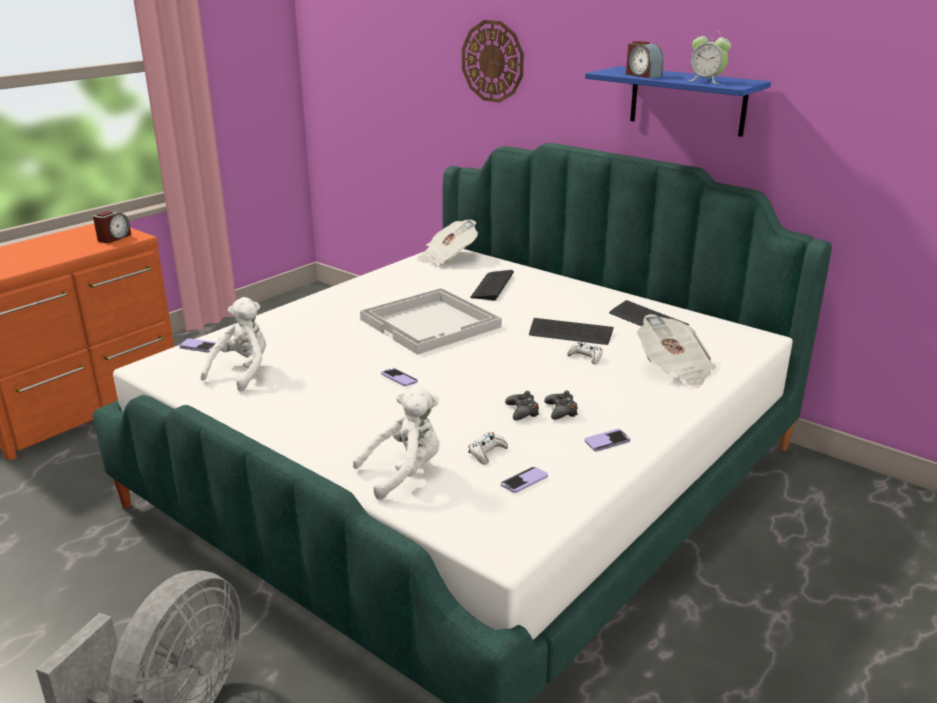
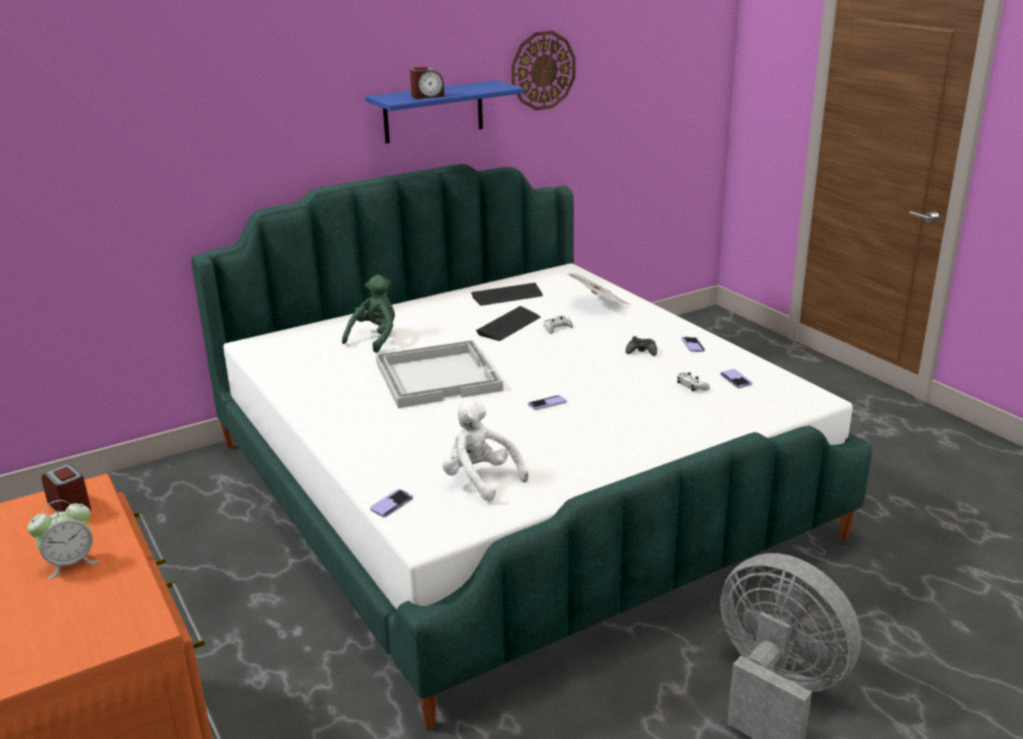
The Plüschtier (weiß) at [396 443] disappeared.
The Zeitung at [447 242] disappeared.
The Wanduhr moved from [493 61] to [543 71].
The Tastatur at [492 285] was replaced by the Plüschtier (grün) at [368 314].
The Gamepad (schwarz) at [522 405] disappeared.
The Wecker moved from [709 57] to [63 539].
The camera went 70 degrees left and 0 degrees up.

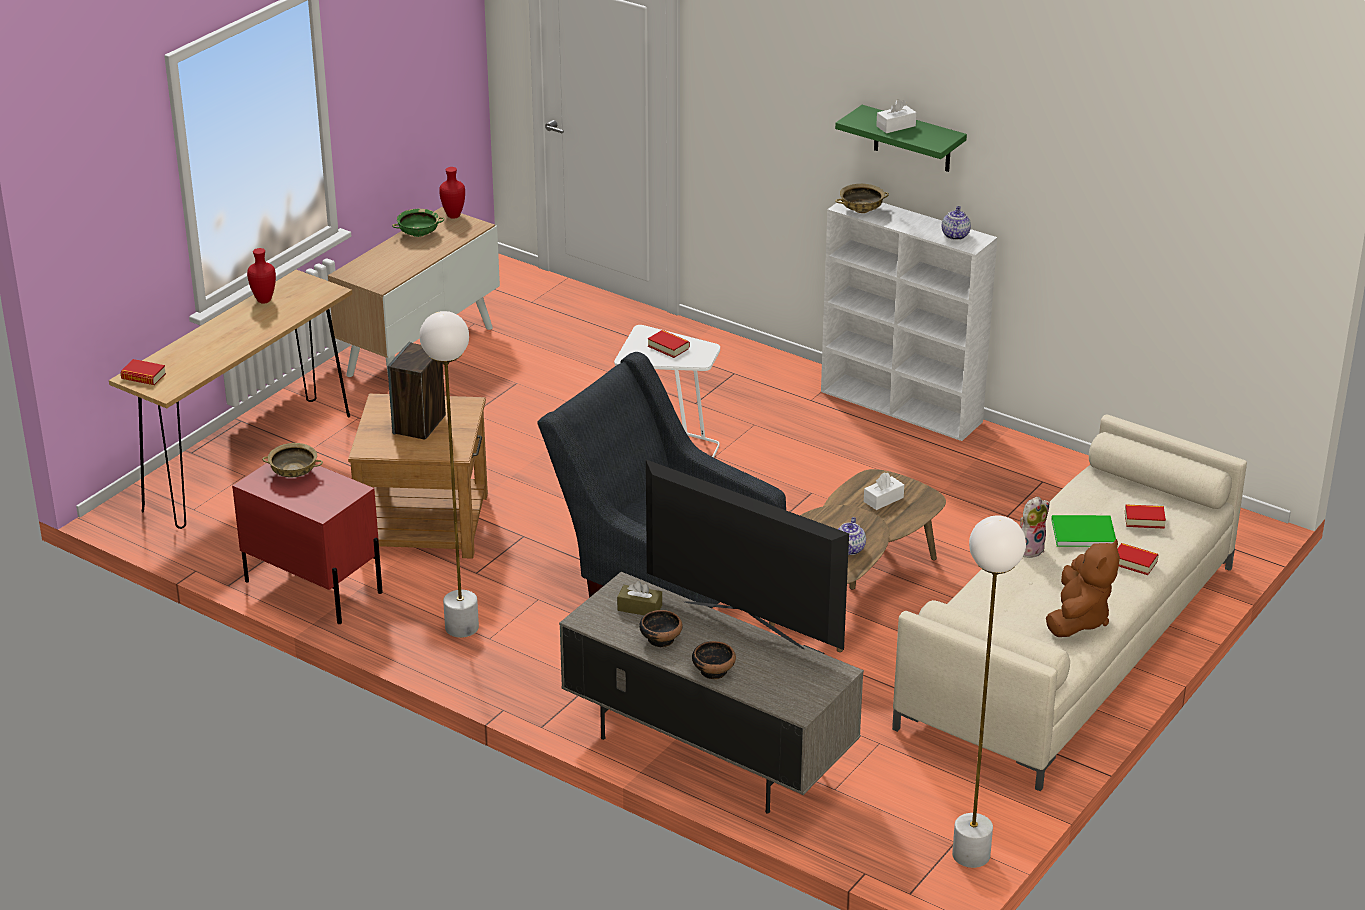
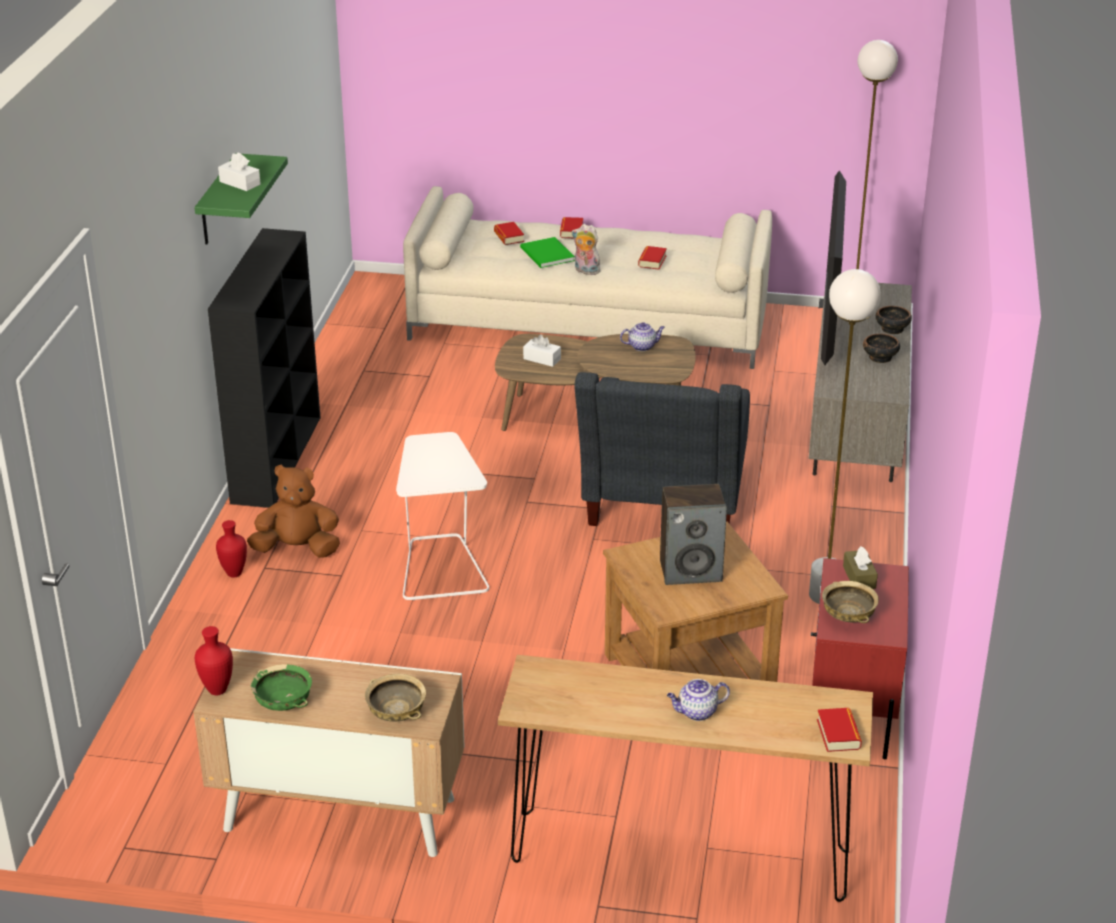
The Vase (rot) moved from [261 275] to [231 549].
The Taschentuchbox (braun) moved from [639 598] to [860 567].
The Buch moved from [669 344] to [652 258].
The Bücherregal (weiß) at [909 321] became the Bücherregal (schwarz) at [264 368].
The Schüssel (beige) moved from [862 198] to [395 698].
The Teekanne moved from [956 223] to [698 700].
The Plüschtier (braun) moved from [1083 588] to [293 511].
The camera went 115 degrees left and 0 degrees up.

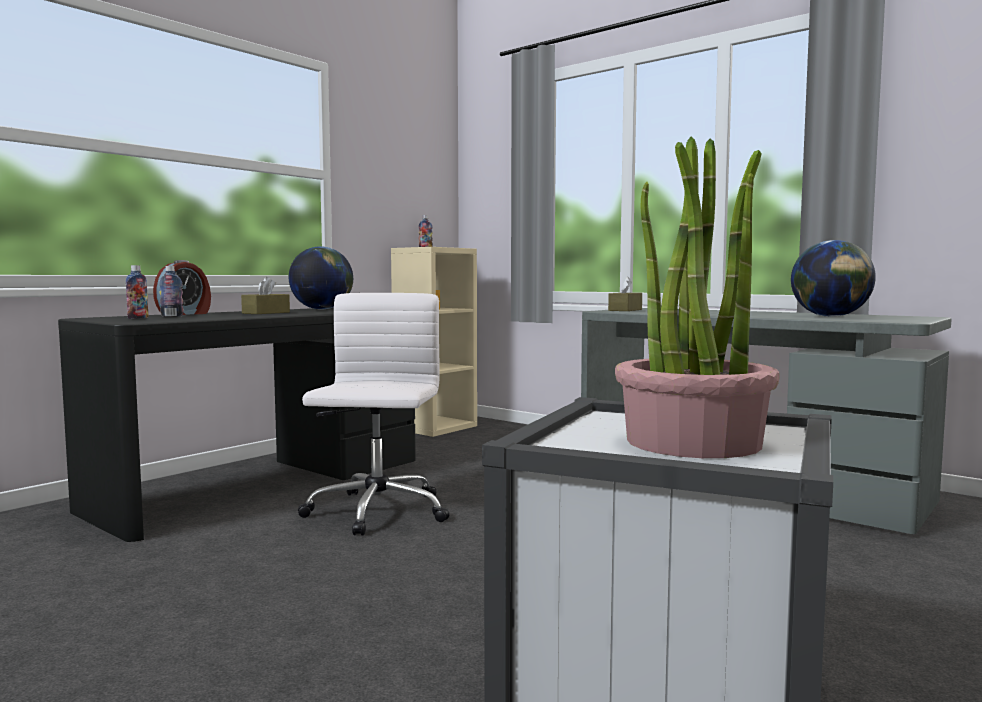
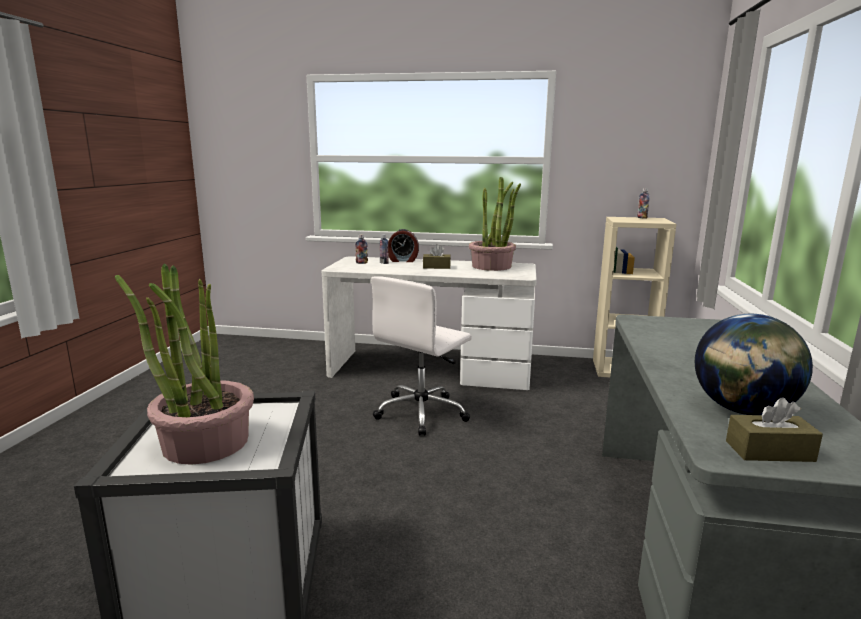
The Schreibtisch (schwarz) at [237 425] became the Schreibtisch (weiß) at [429 323].
The Globus at [321 278] was replaced by the Topfpflanze at [495 224].
The Bürostuhl (weiß) at [374 414] turned 150 degrees clockwise.
The Taschentuchbox (braun) moved from [625 293] to [774 429].
The camera went 60 degrees right and 10 degrees up.

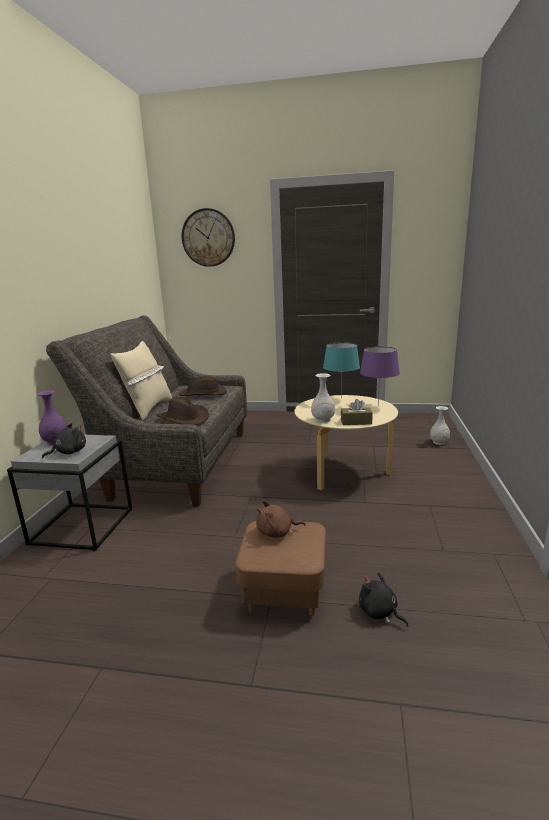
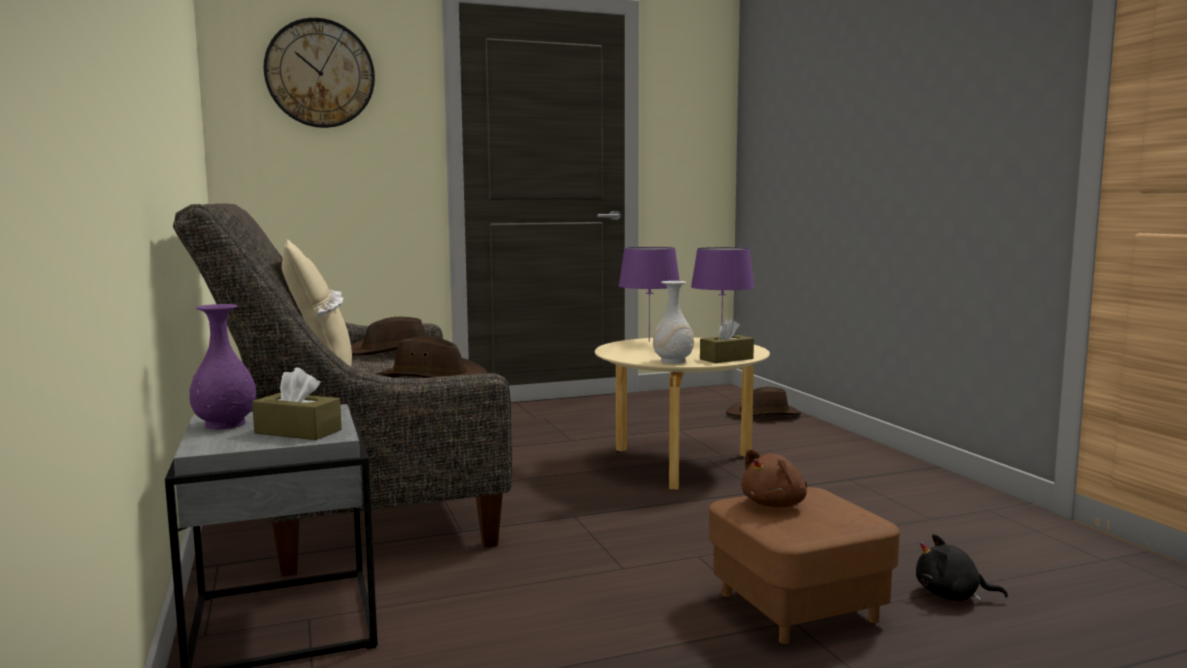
The Plüschtier (schwarz) at [64 441] was replaced by the Taschentuchbox (braun) at [297 403].
The Tischlampe (türkis) at [341 365] became the Tischlampe (lila) at [649 294].
The Vase (weiß) at [440 425] was replaced by the Hut (braun) at [763 402].
The camera went 30 degrees left and 10 degrees down.

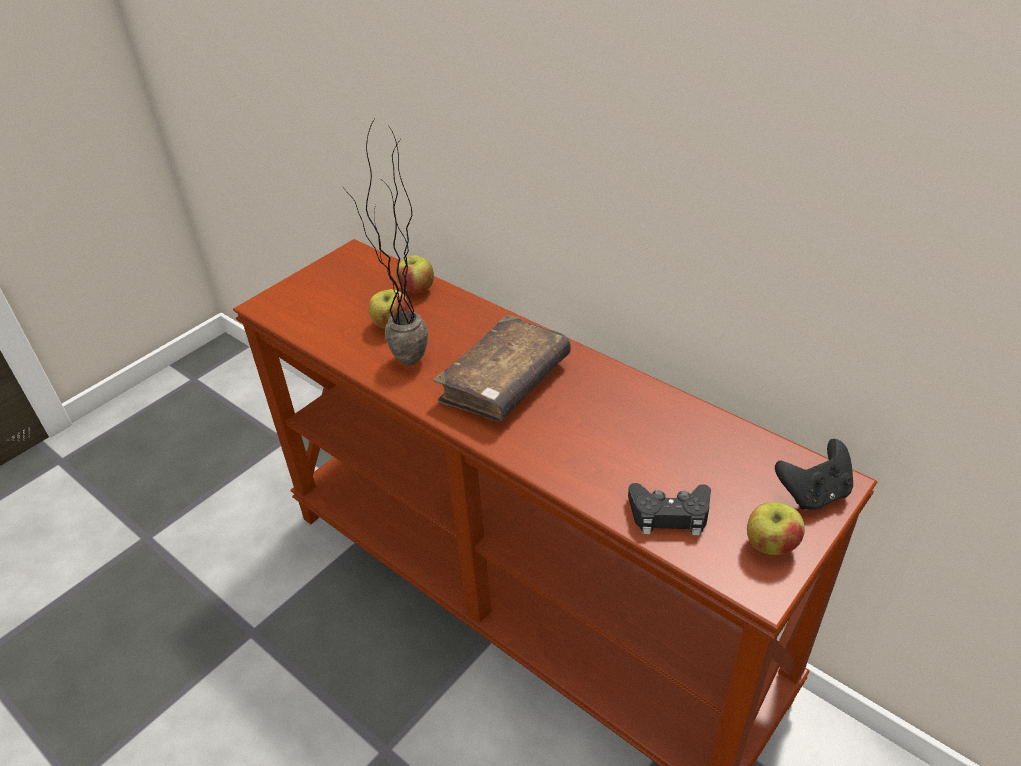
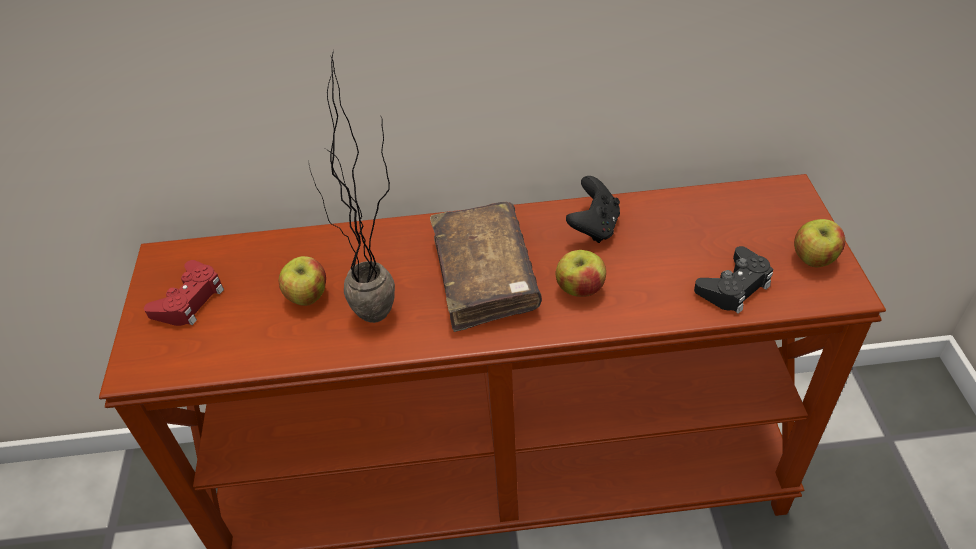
The Apfel moved from [415 274] to [581 273].
The Gamepad (schwarz) moved from [814 474] to [593 209].
The Gamepad (rot) at [184 293] appeared.
The camera went 45 degrees left and 5 degrees up.

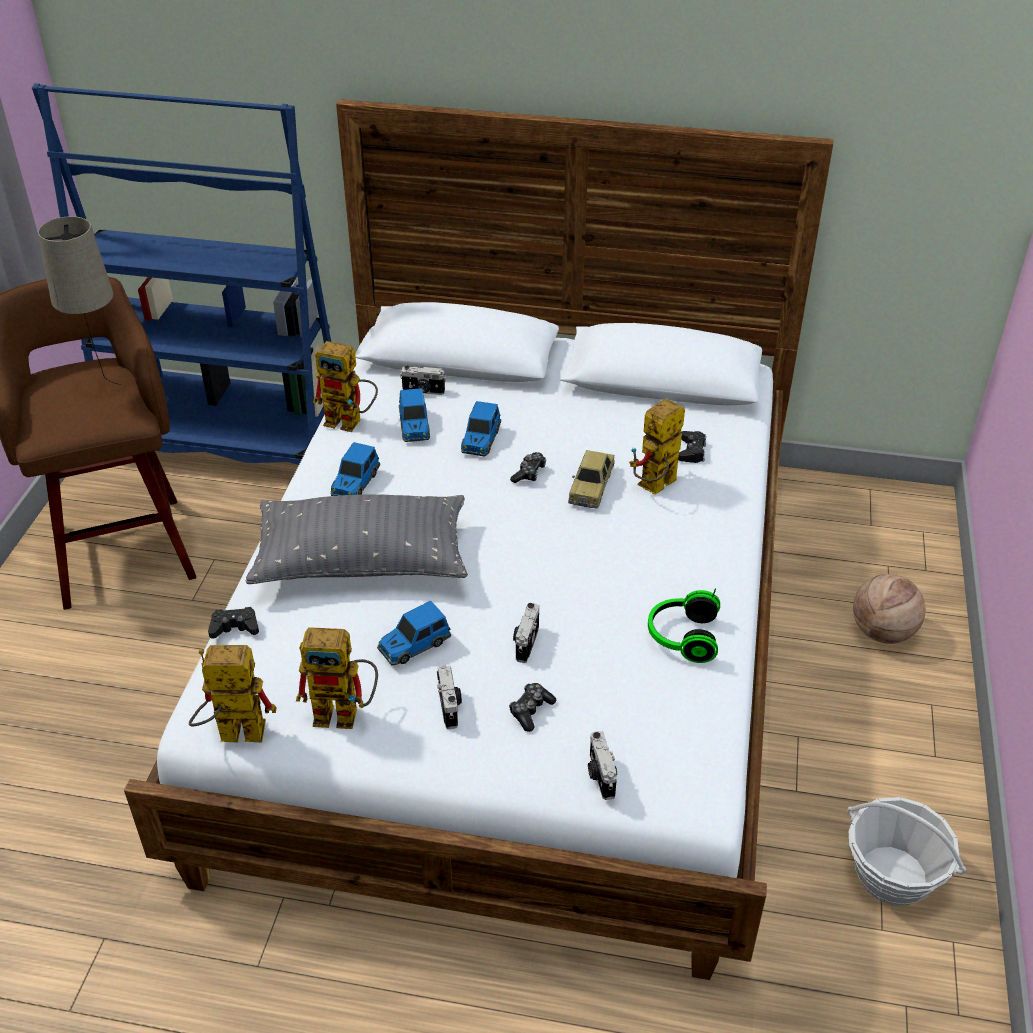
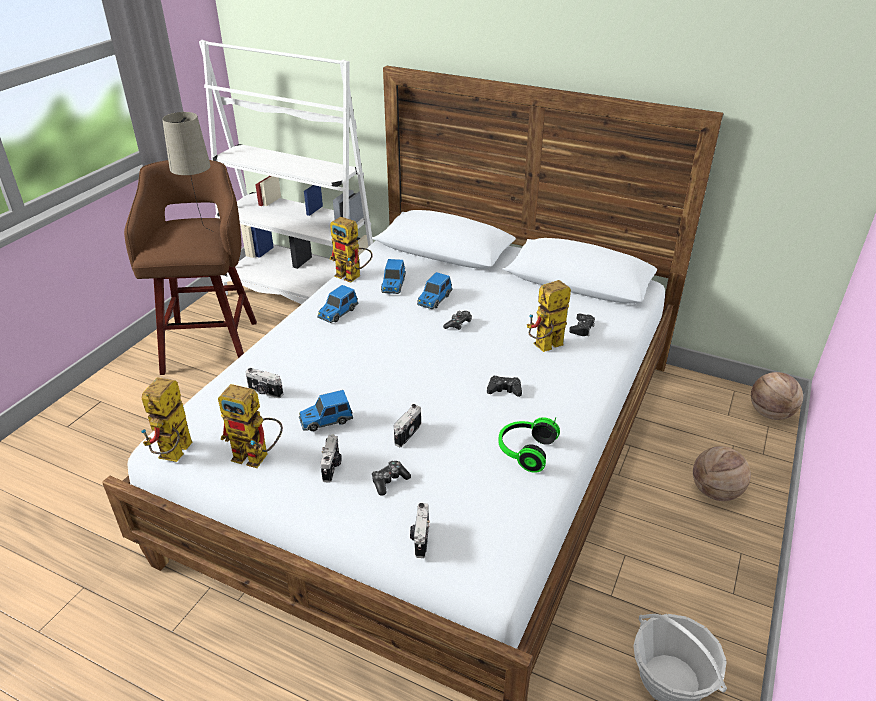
The Bücherregal (blau) at [181 274] became the Bücherregal (weiß) at [286 172].
The Spielzeugroboter at [233 694] turned 90 degrees counterclockwise.
The Gamepad (schwarz) moved from [233 623] to [504 386].
The Kissen (grau) at [356 539] disappeared.
The Kamera moved from [423 380] to [264 383].
The Spielzeugauto at [591 479] disappeared.
The Basketball at [777 396] appeared.
The camera went 15 degrees right and 5 degrees down.

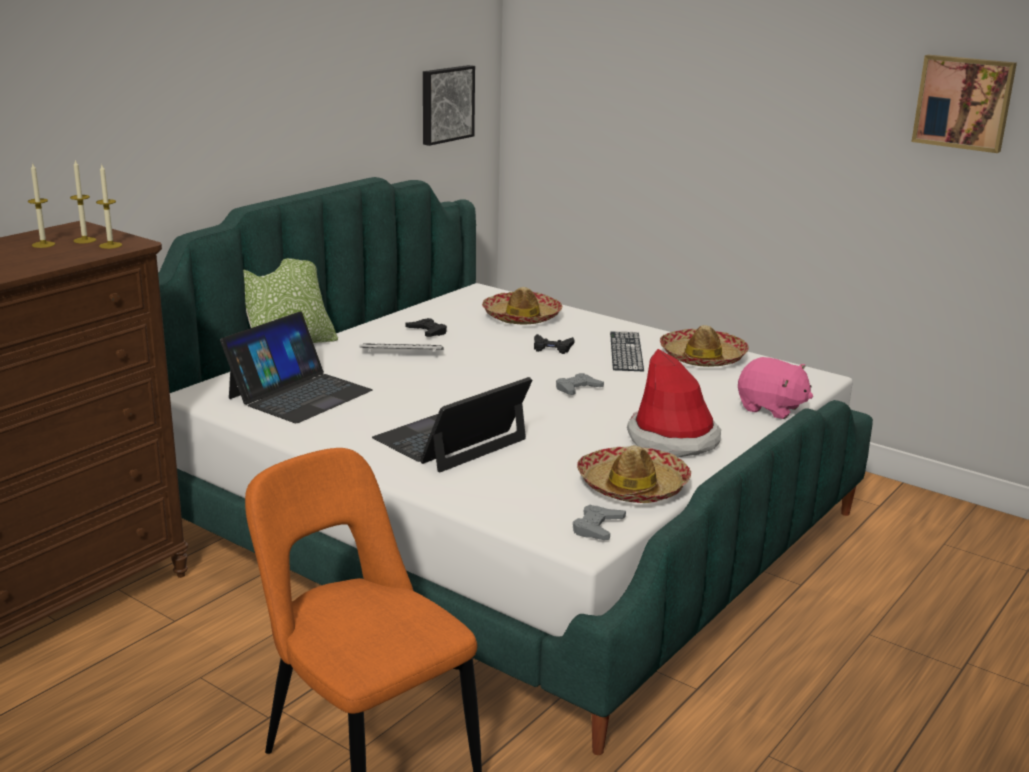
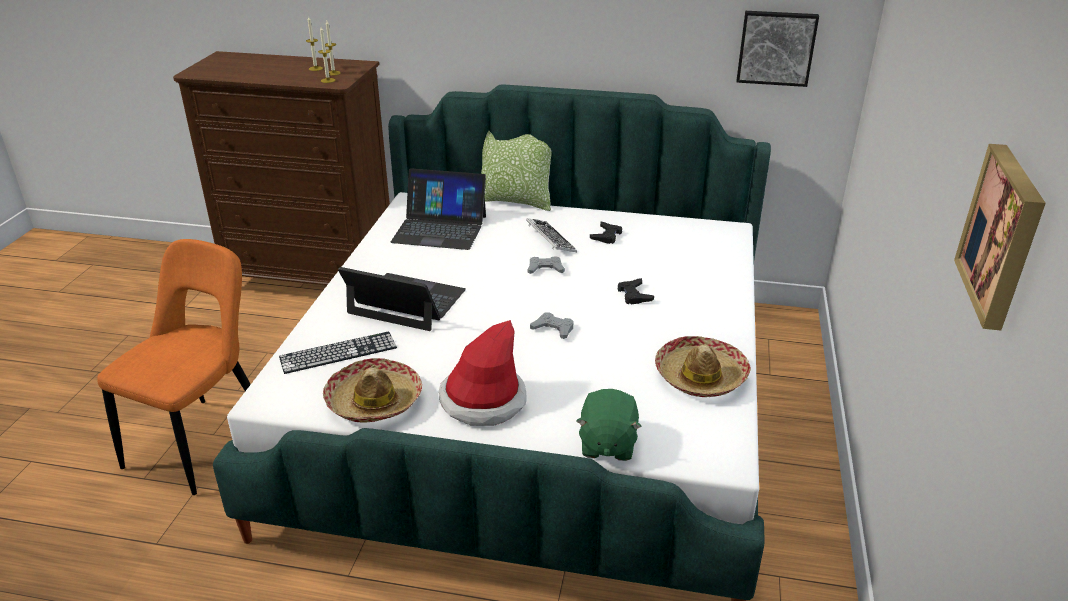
The Hut at [522 305] disappeared.
The Gamepad (grau) moved from [599 522] to [546 265].
The Tastatur moved from [627 351] to [338 352].
The Plüschtier (rosa) at [775 388] became the Plüschtier (grün) at [609 425].
The camera went 65 degrees right and 10 degrees up.

